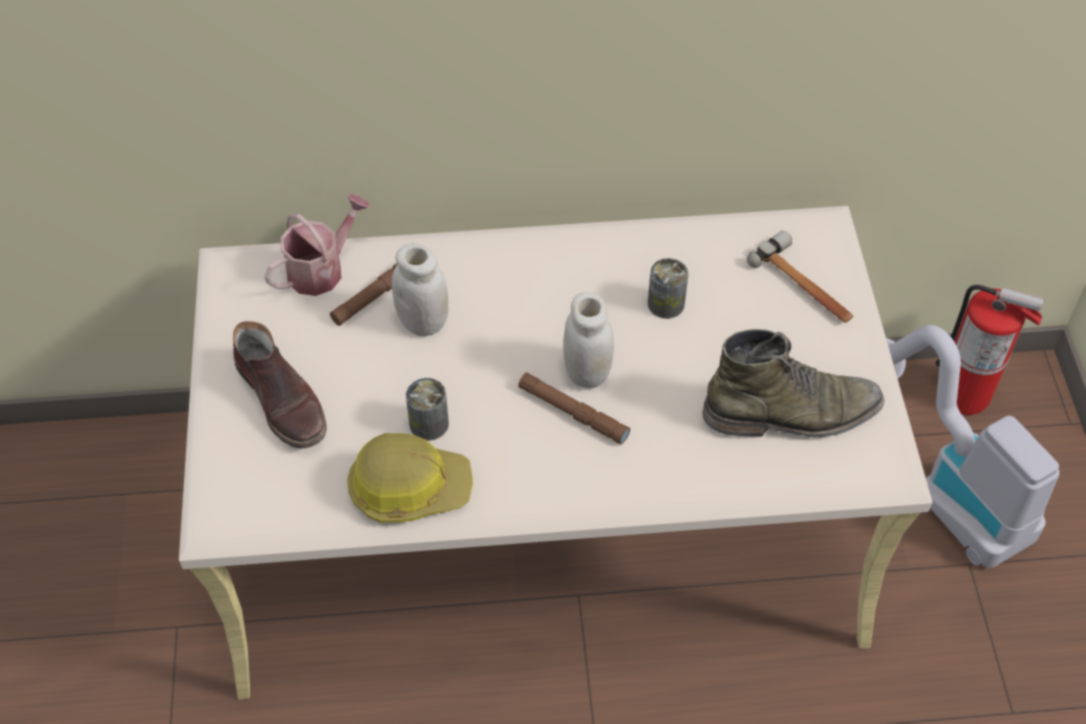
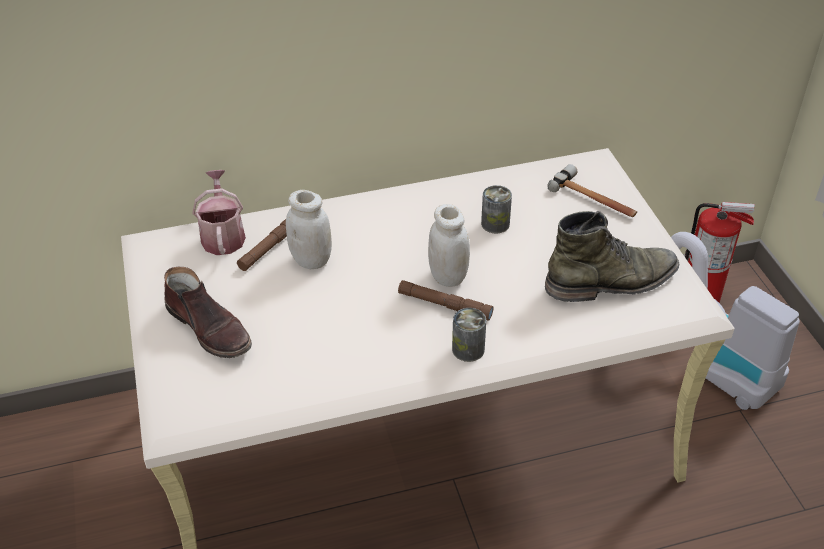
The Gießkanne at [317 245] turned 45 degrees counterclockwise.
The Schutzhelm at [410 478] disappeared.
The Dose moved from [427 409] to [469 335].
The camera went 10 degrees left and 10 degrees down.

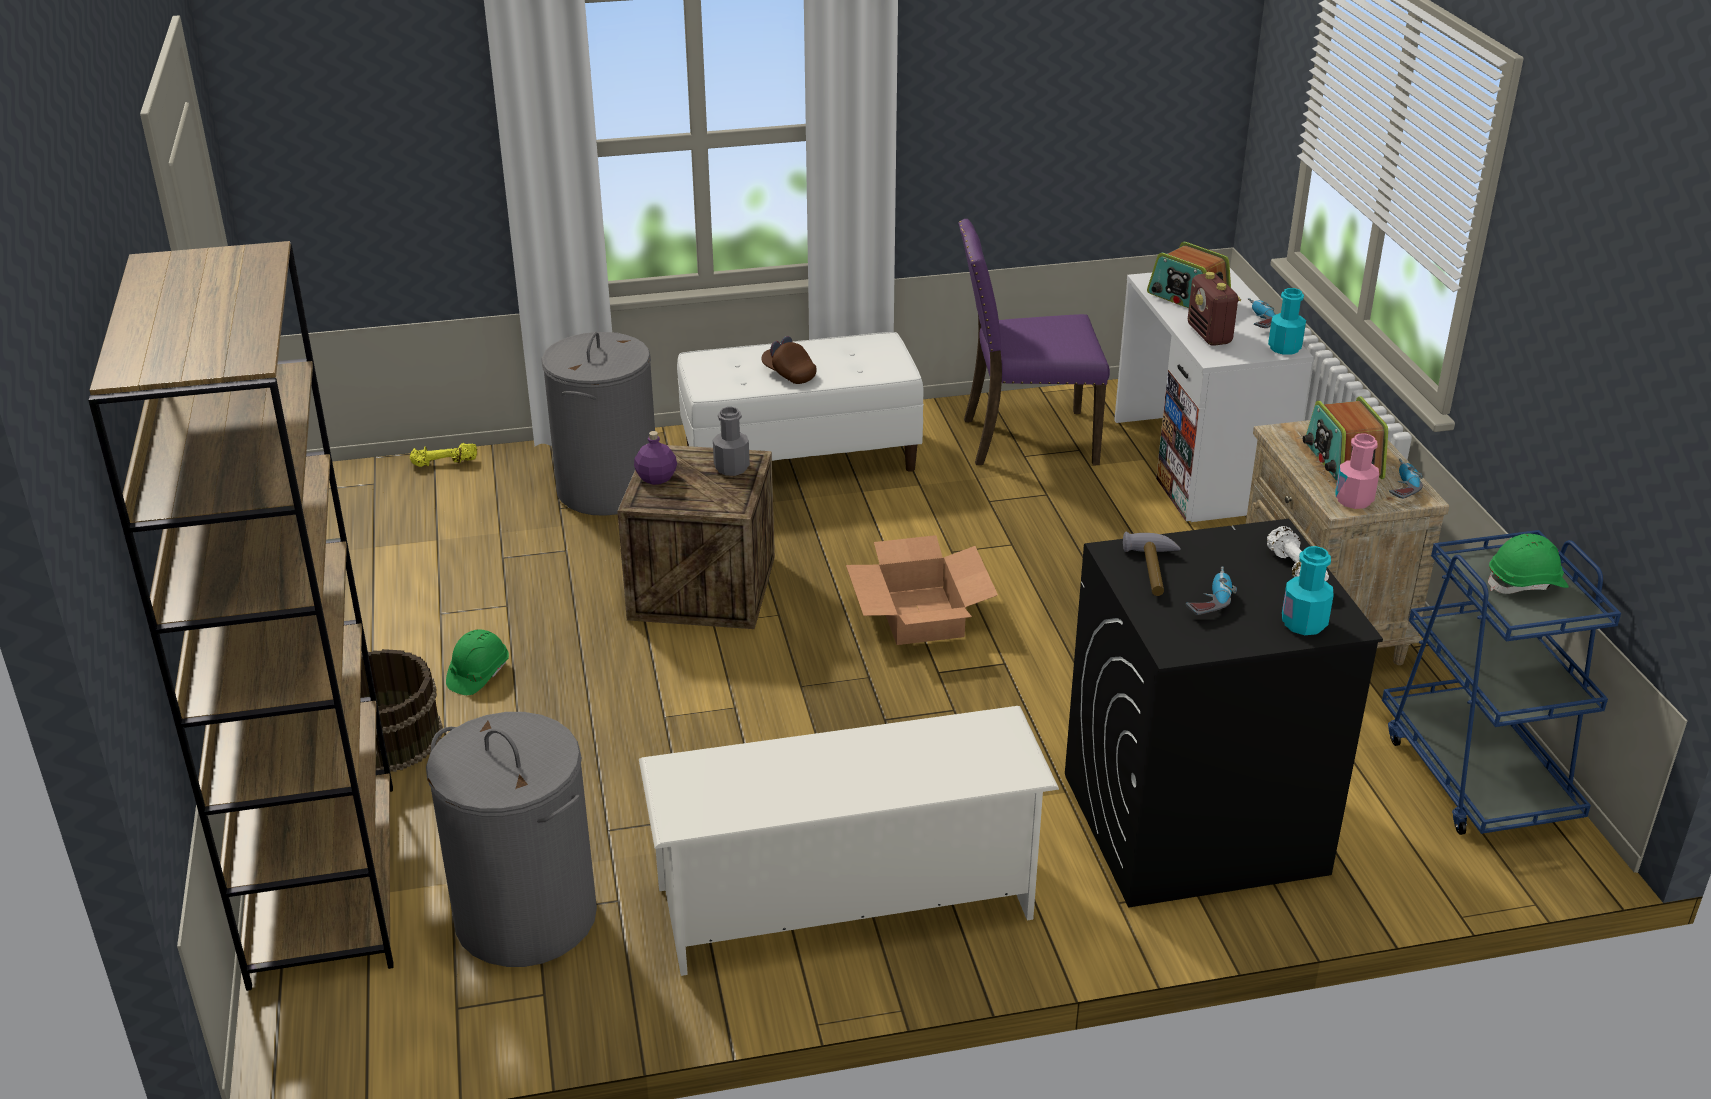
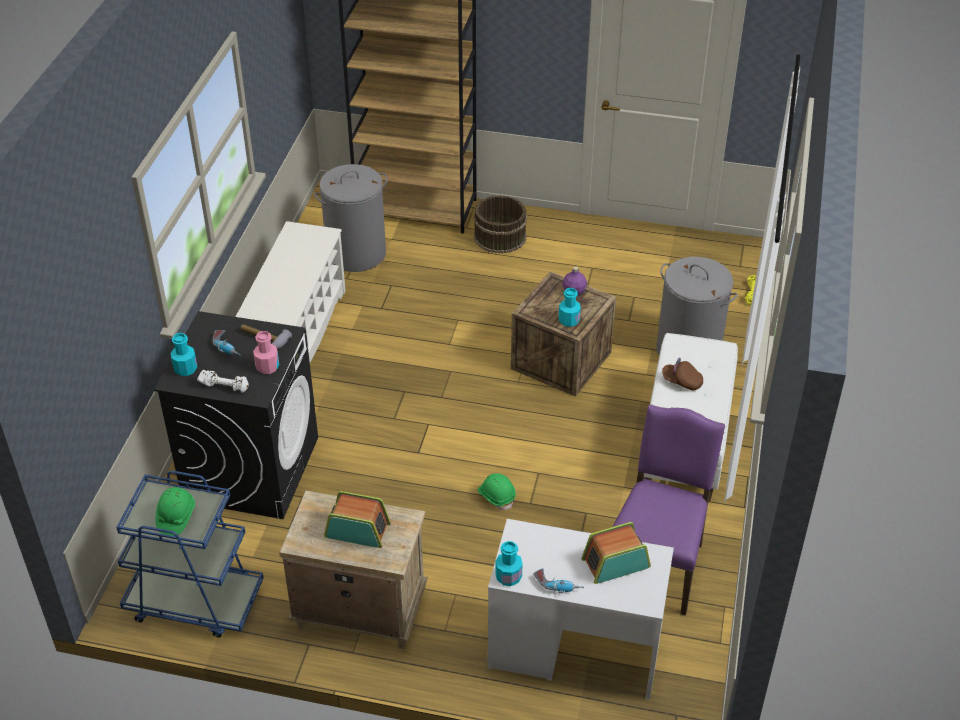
The Schutzhelm (grün) moved from [477 662] to [497 491].
The Flasche (grau) at [731 441] became the Flasche (türkis) at [570 307].
The Kappe (braun) at [788 360] turned 135 degrees counterclockwise.
The Karton at [922 590] disappeared.
The Radio at [1214 309] disappeared.
The Flasche (rosa) moved from [1357 471] to [266 352].
The Bohrmaschine at [1406 479] disappeared.
The camera went 115 degrees right and 10 degrees up.

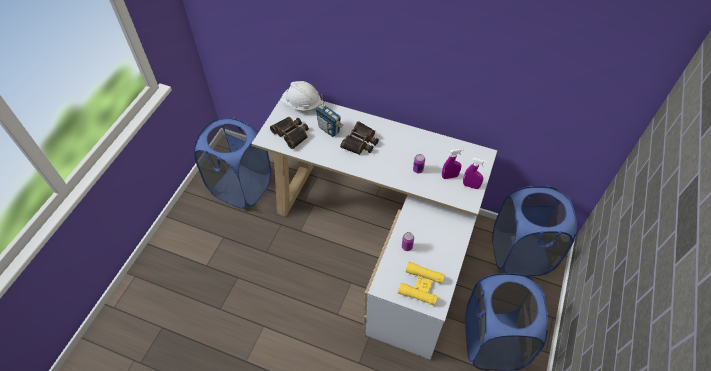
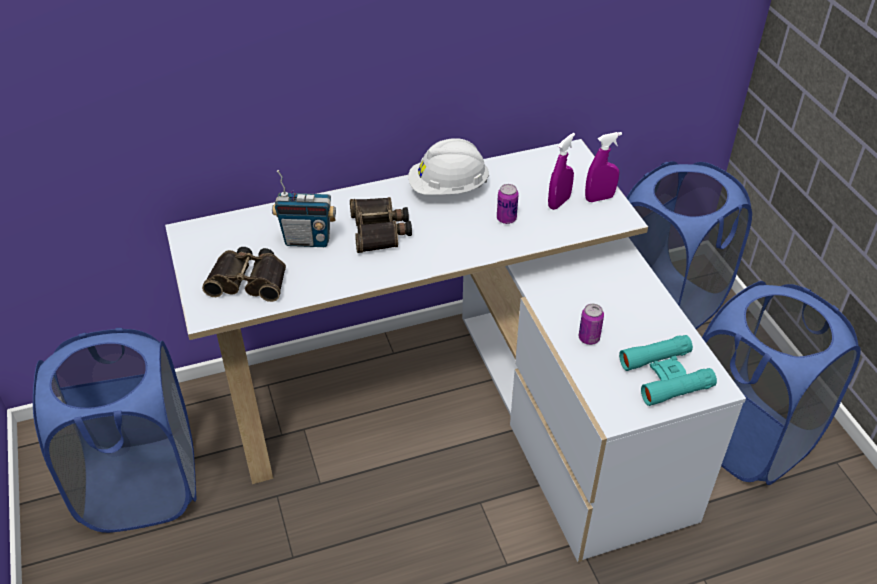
The Schutzhelm (weiß) moved from [301 96] to [448 166].
The Fernglas (gelb) at [421 284] became the Fernglas (türkis) at [668 370].
The camera went 40 degrees left and 10 degrees down.

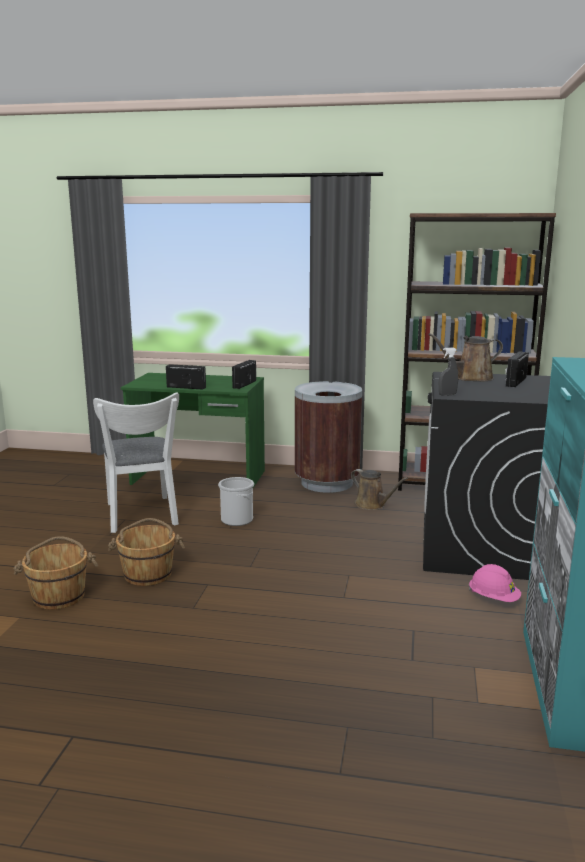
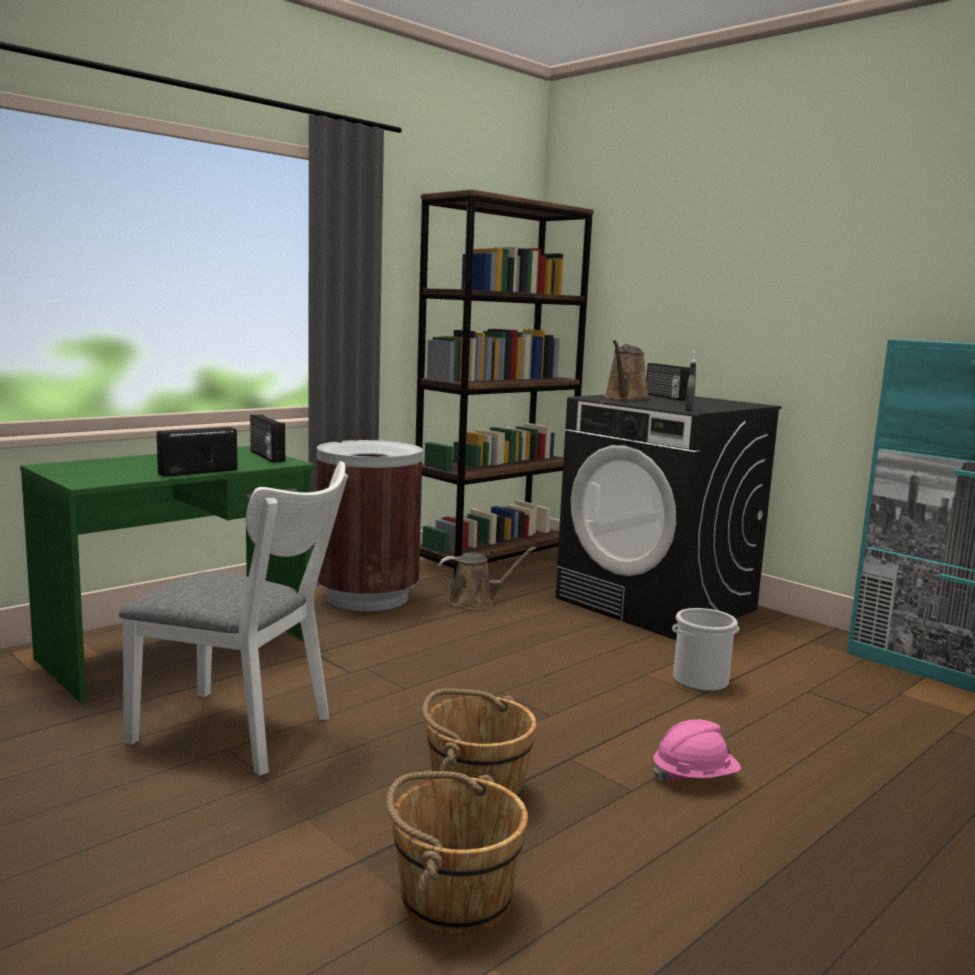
The Eimer moved from [236 501] to [705 650].
The Schutzhelm (rosa) moved from [495 583] to [697 750].
The camera went 55 degrees left and 5 degrees down.

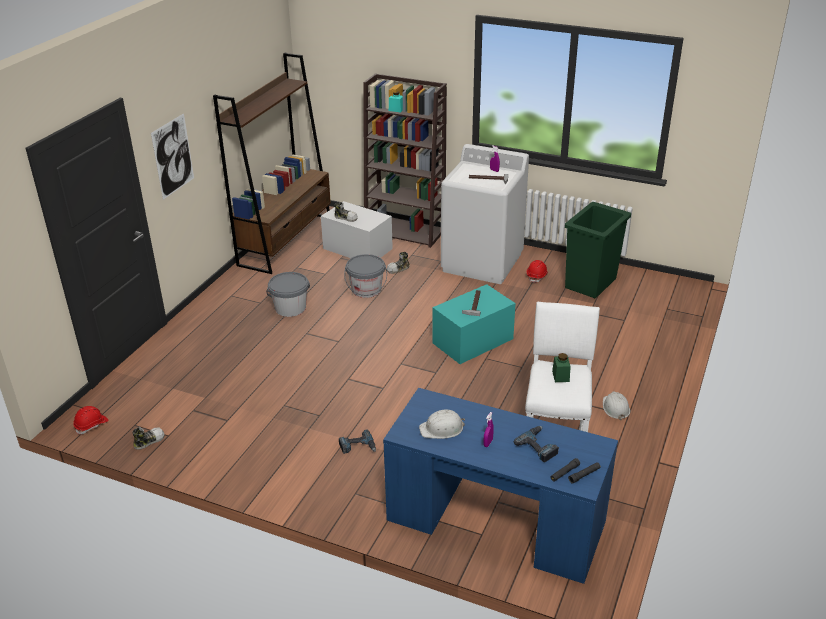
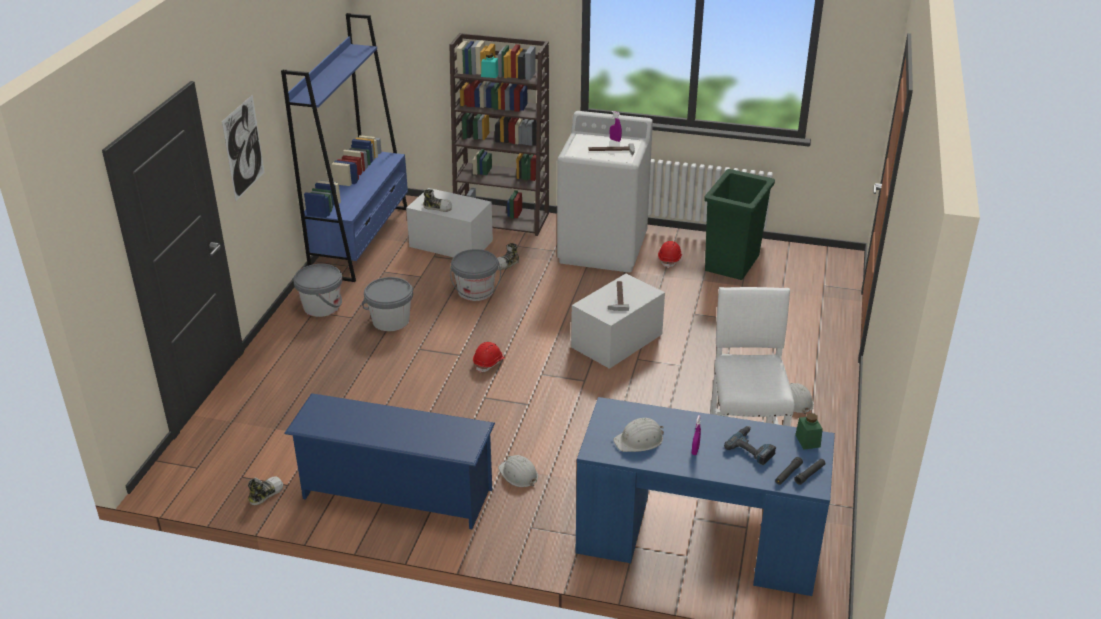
The Schutzhelm (rot) moved from [90 420] to [489 357].
The Bücherregal (braun) at [272 163] became the Bücherregal (blau) at [344 147].
The Bohrmaschine at [357 442] was replaced by the Schutzhelm (weiß) at [518 471].
The Aufbewahrungsbox (türkis) at [474 324] became the Aufbewahrungsbox (weiß) at [618 321].
The Vorratsglas (grün) moved from [561 367] to [809 431].
The Schuhregal (blau) at [389 461] appeared.
The Eimer (grau) at [318 290] appeared.
The camera went 10 degrees left and 0 degrees up.

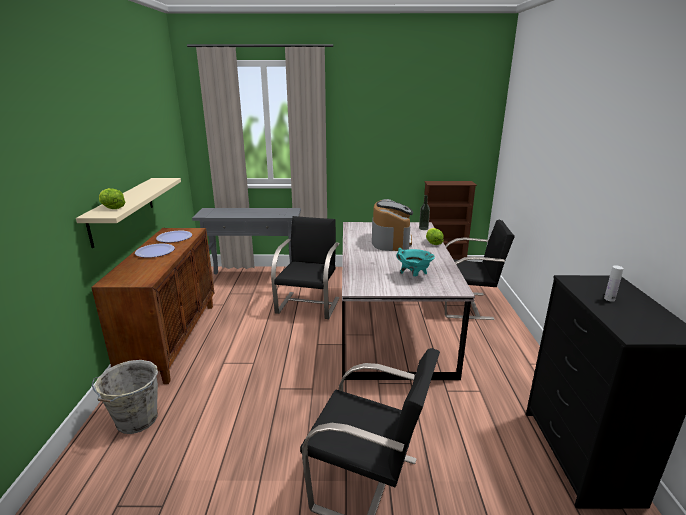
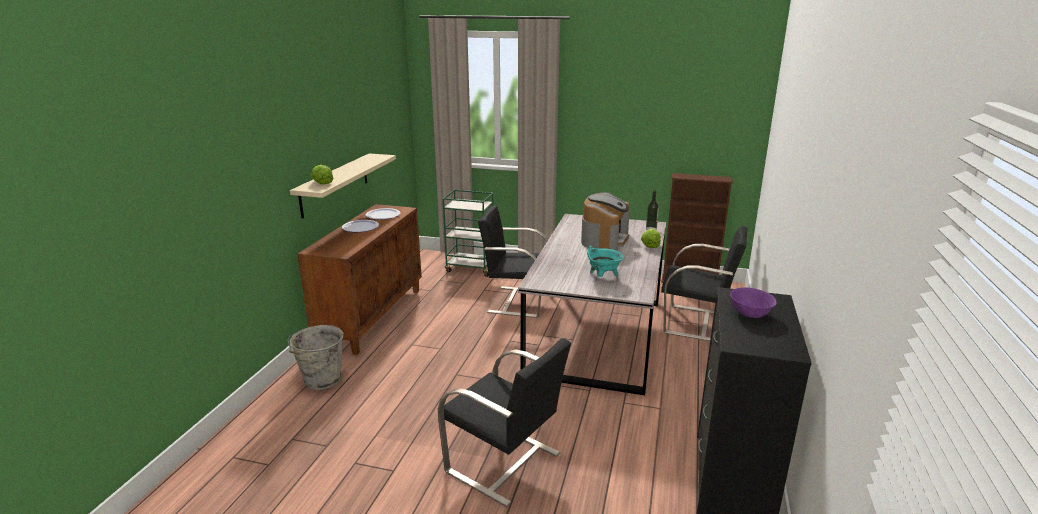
The Konsolentisch (grau) at [246 241] was replaced by the Rollwagen (grün) at [468 233].
The Stuhl (schwarz) at [305 267] turned 105 degrees counterclockwise.
The Flasche (weiß) at [614 284] was replaced by the Schüssel (lila) at [753 302].
The camera went 15 degrees right and 0 degrees up.

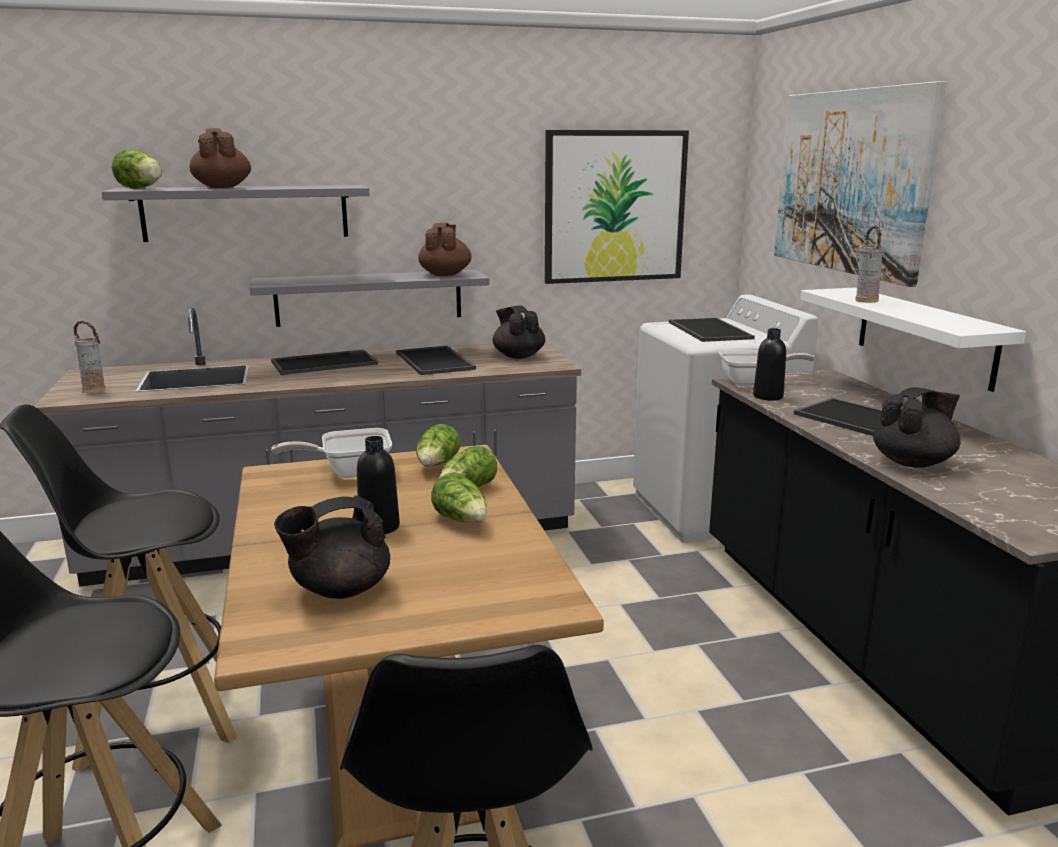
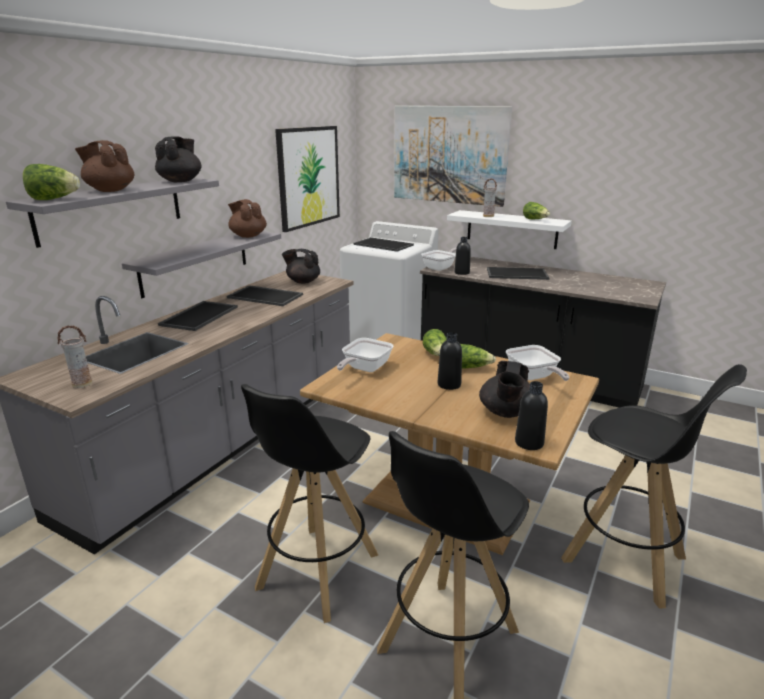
The Salatkopf moved from [438 445] to [536 210].
The Teekanne (schwarz) moved from [917 427] to [178 159].
The Pfanne at [538 363] appeared.
The Flasche (schwarz) at [531 415] appeared.
The camera went 45 degrees left and 5 degrees up.

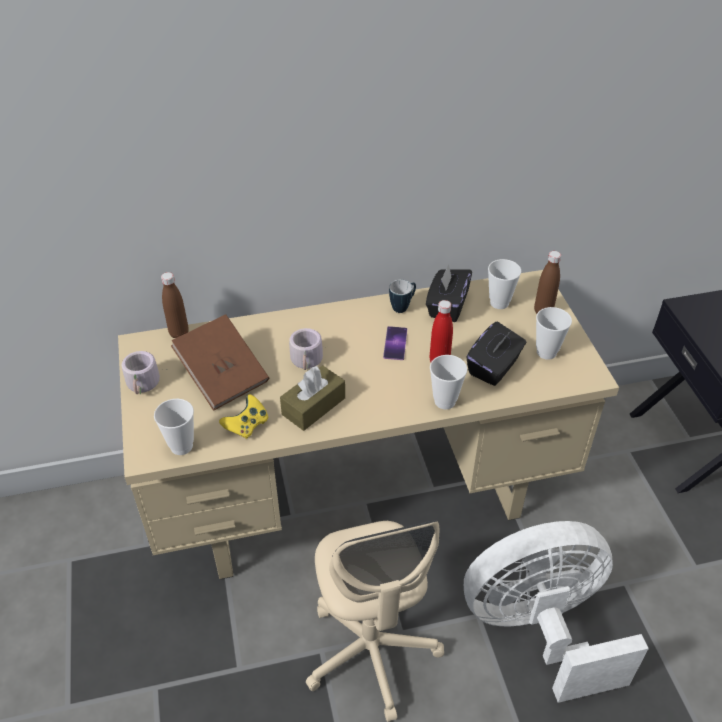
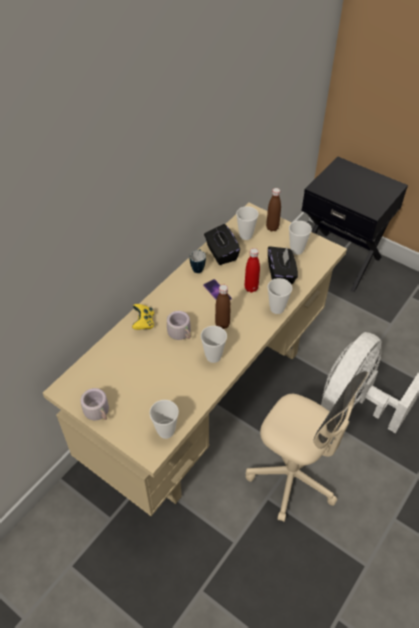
The Flasche (braun) moved from [175 305] to [223 307].
The Buch (braun) at [220 362] disappeared.
The Gamepad (gelb) moved from [243 417] to [143 317].
The Taschentuchbox (braun) at [312 398] was replaced by the Tasse at [214 344].
The camera went 40 degrees left and 5 degrees up.

